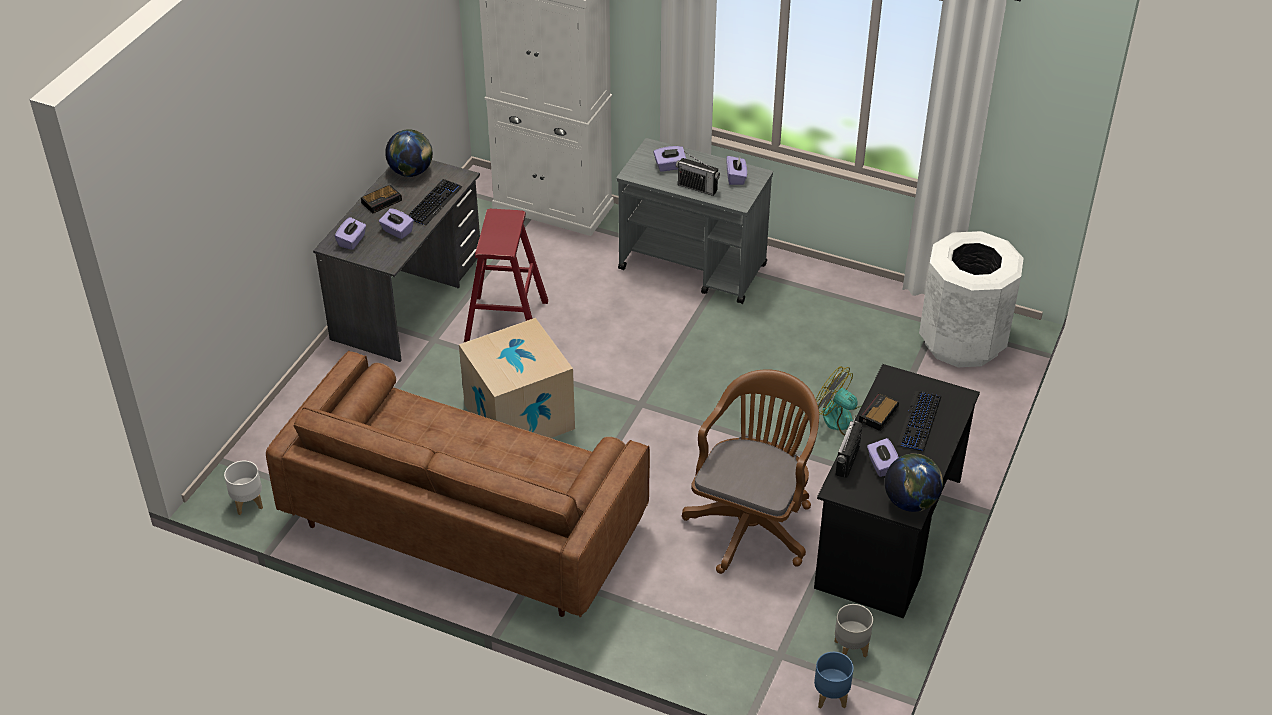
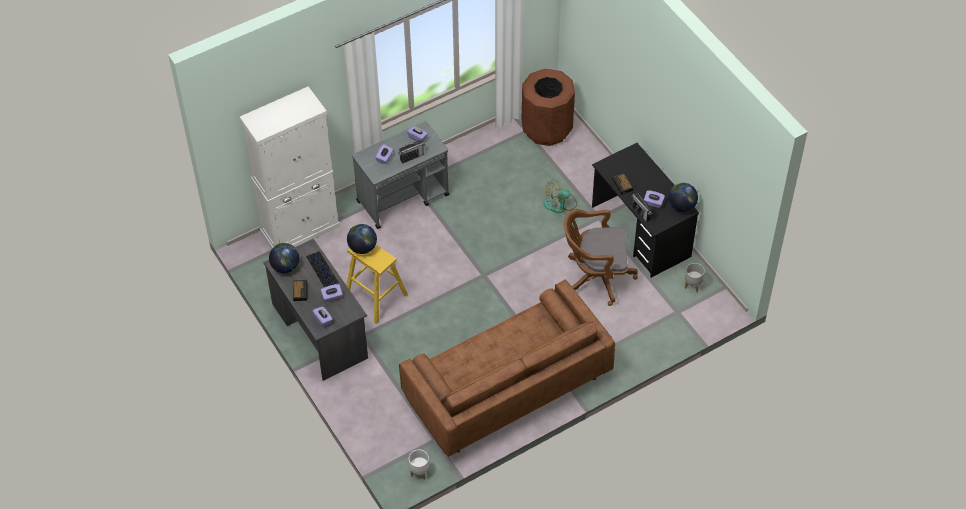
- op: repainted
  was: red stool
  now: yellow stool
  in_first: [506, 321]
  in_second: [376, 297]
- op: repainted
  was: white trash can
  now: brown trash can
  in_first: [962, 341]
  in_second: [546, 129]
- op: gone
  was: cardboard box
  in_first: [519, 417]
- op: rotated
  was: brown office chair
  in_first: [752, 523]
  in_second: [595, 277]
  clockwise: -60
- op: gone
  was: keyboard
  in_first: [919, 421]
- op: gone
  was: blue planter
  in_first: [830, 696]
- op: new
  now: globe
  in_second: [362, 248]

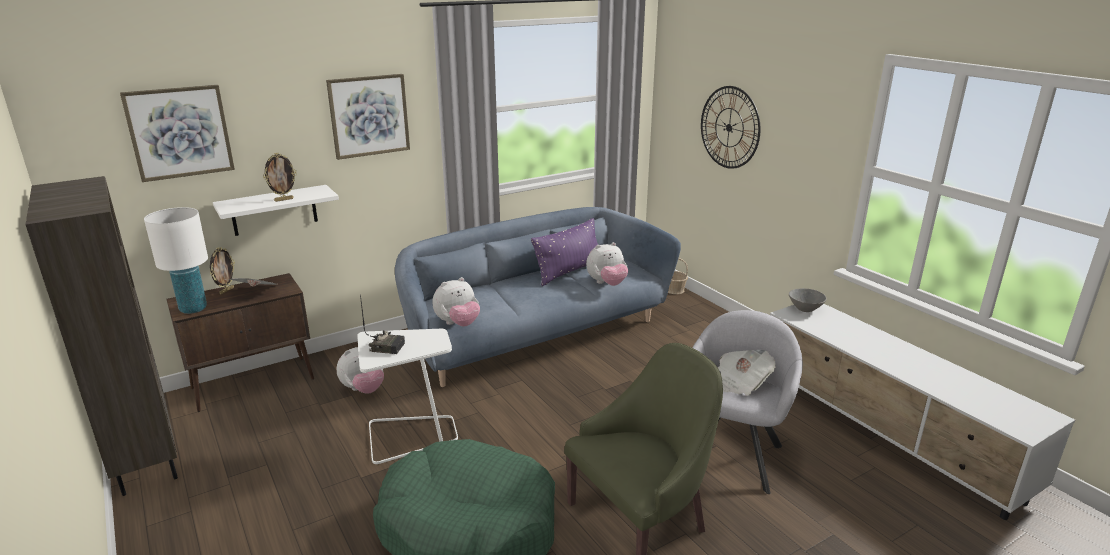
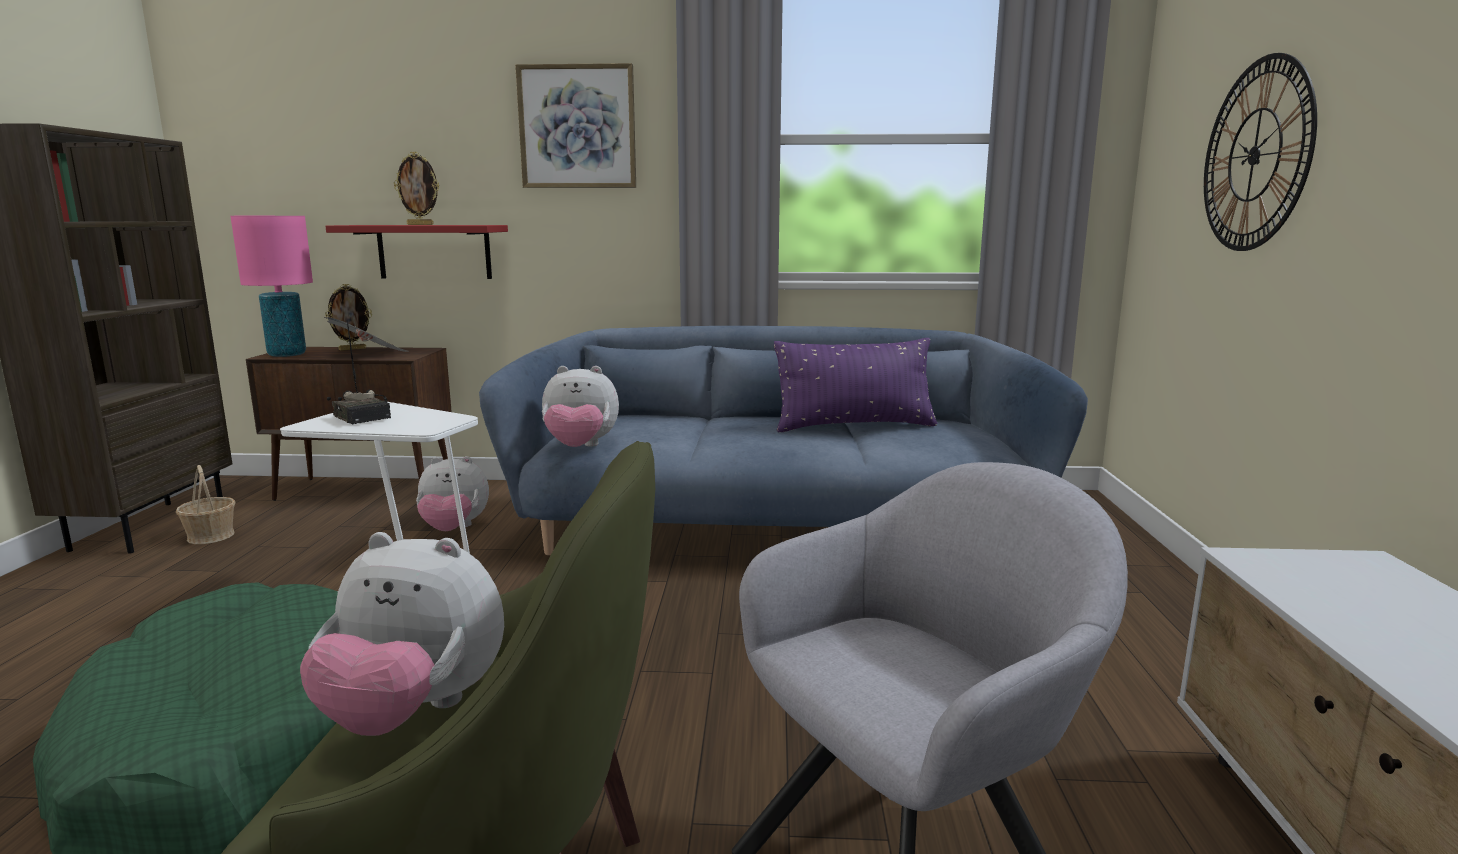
- op: gone
  was: picture
  in_first: [179, 132]
- op: repainted
  was: white shelf
  now: red shelf
  in_first: [274, 210]
  in_second: [434, 251]
- op: repainted
  was: white table lamp
  now: pink table lamp
  in_first: [193, 309]
  in_second: [286, 354]
- op: shifted
  was: plush toy
  in_first: [607, 284]
  in_second: [414, 713]
- op: shifted
  was: basket
  in_first: [674, 290]
  in_second: [211, 536]
- op: gone
  was: grey bowl
  in_first: [805, 309]
- op: gone
  was: newspaper
  in_first: [740, 382]

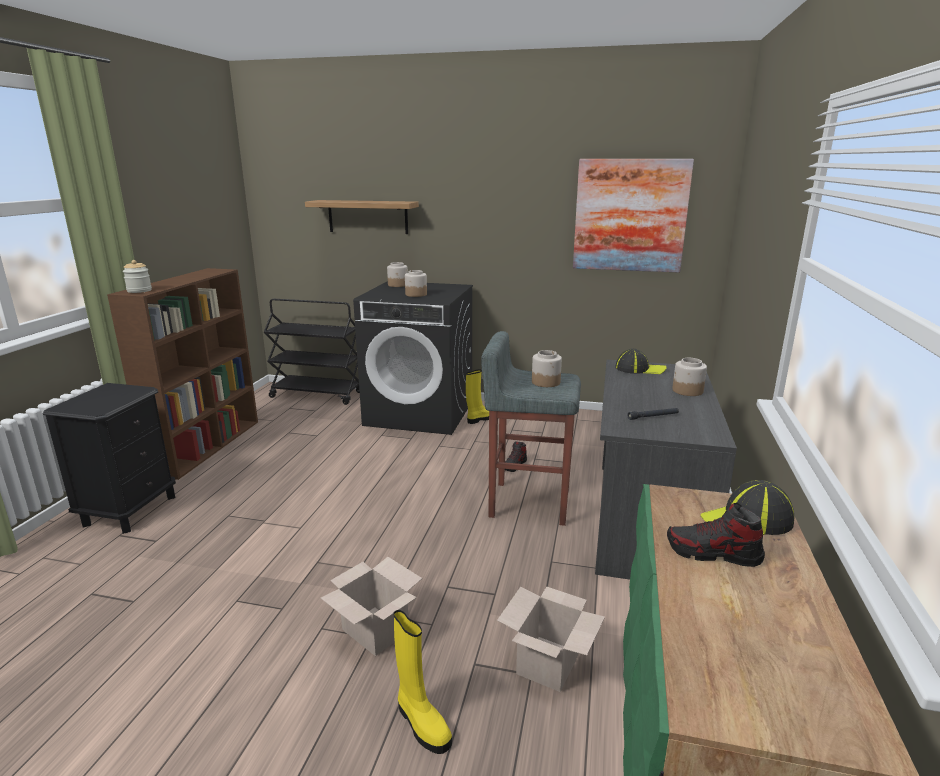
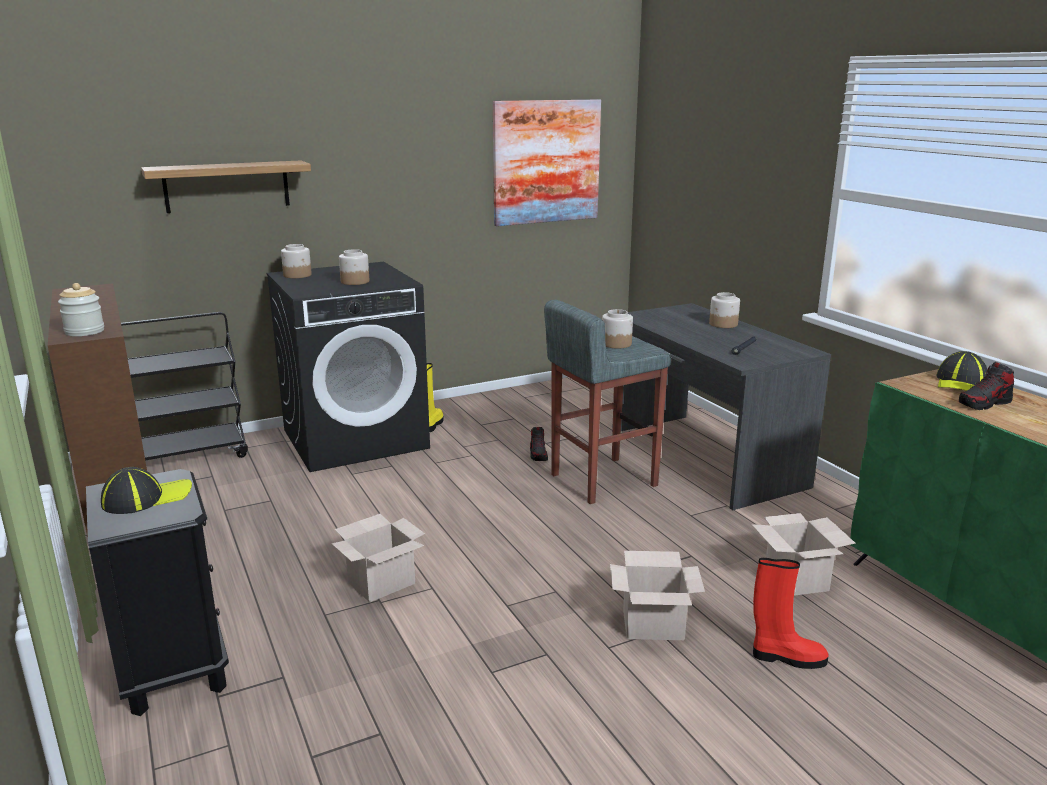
- op: shifted
  was: cap
  in_first: [640, 369]
  in_second: [147, 498]
- op: repainted
  was: yellow boot
  now: red boot
  in_first: [421, 723]
  in_second: [786, 658]
- op: new
  now: cardboard box
  in_second: [382, 582]

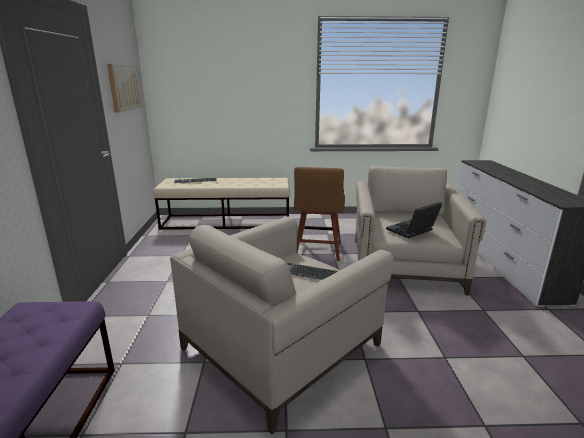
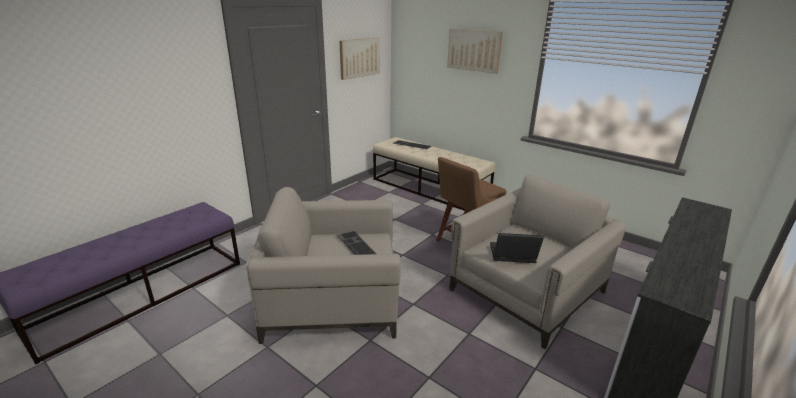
- op: new
  now: picture
  in_second: [474, 50]

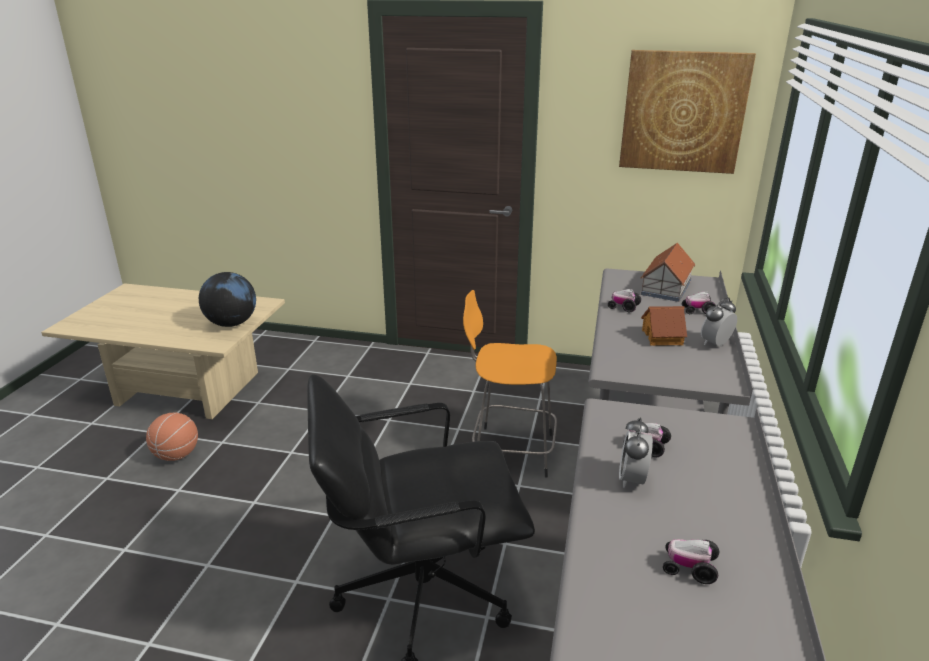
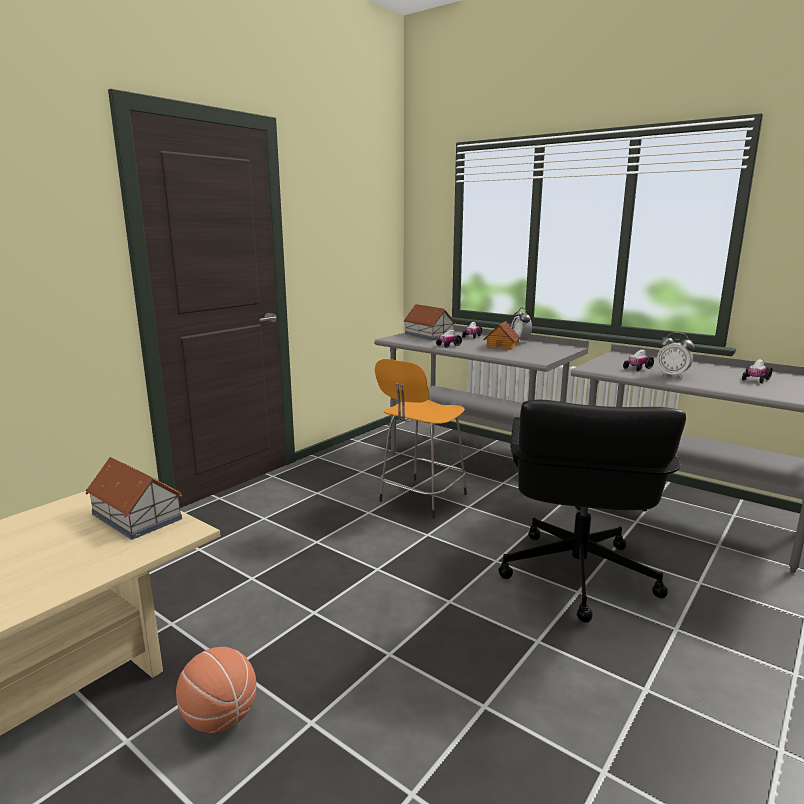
- op: gone
  was: picture
  in_first: [683, 112]
- op: swapped
  was: globe
  now: toy house
  in_first: [232, 323]
  in_second: [136, 517]

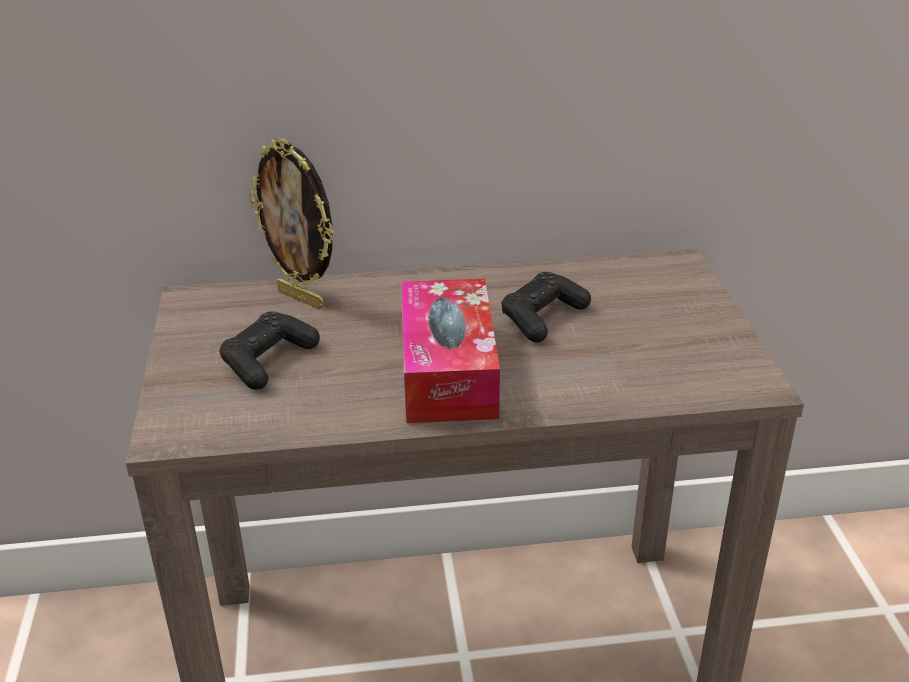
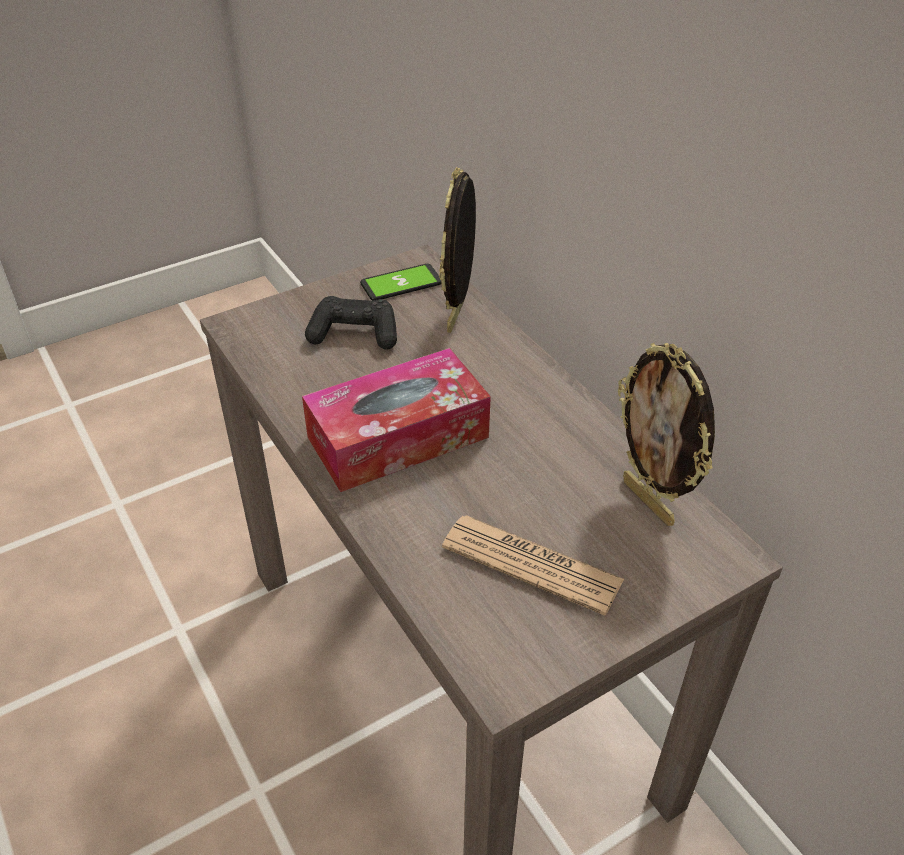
- op: gone
  was: black game controller
  in_first: [543, 317]
- op: new
  now: phone
  in_second: [401, 284]
- op: new
  now: picture frame
  in_second: [649, 502]
- op: new
  now: newspaper
  in_second: [531, 564]

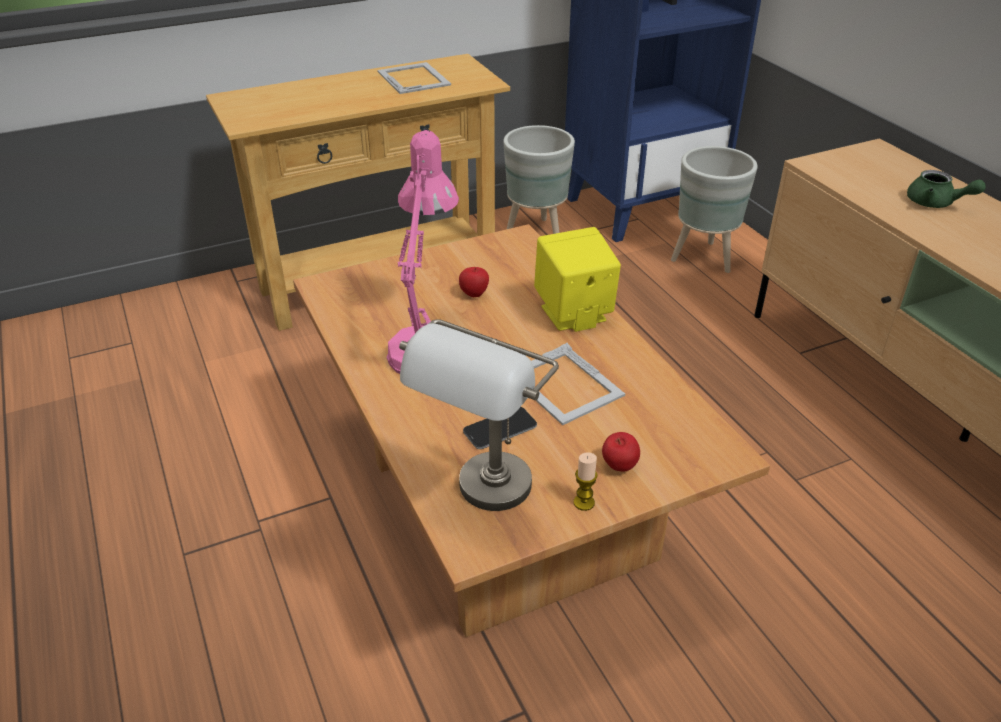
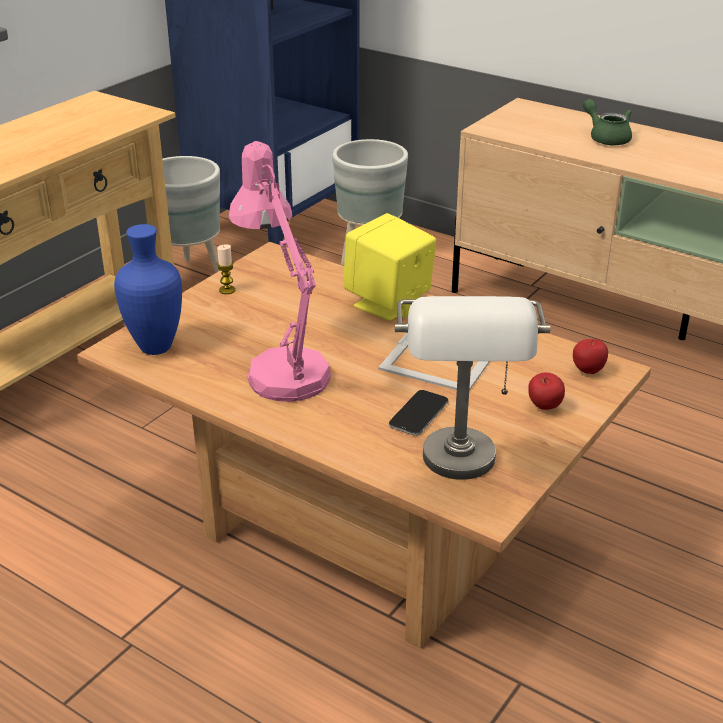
- op: gone
  was: picture frame
  in_first: [414, 78]
- op: rotated
  was: green teapot
  in_first: [936, 203]
  in_second: [606, 138]
  clockwise: -135
- op: shifted
  was: apple
  in_first: [474, 294]
  in_second: [587, 371]
- op: shifted
  was: candle
  in_first: [584, 502]
  in_second: [227, 290]
- op: new
  now: blue vase
  in_second: [155, 346]

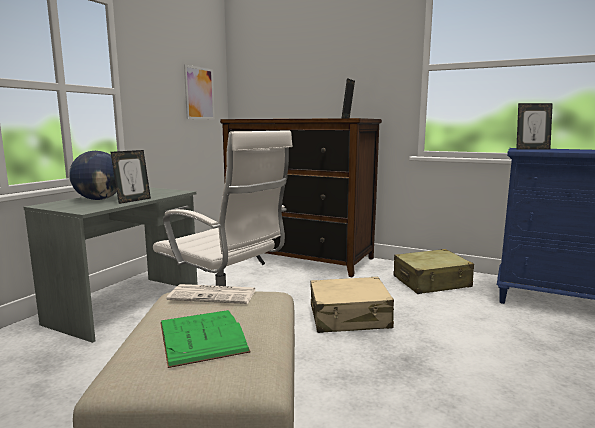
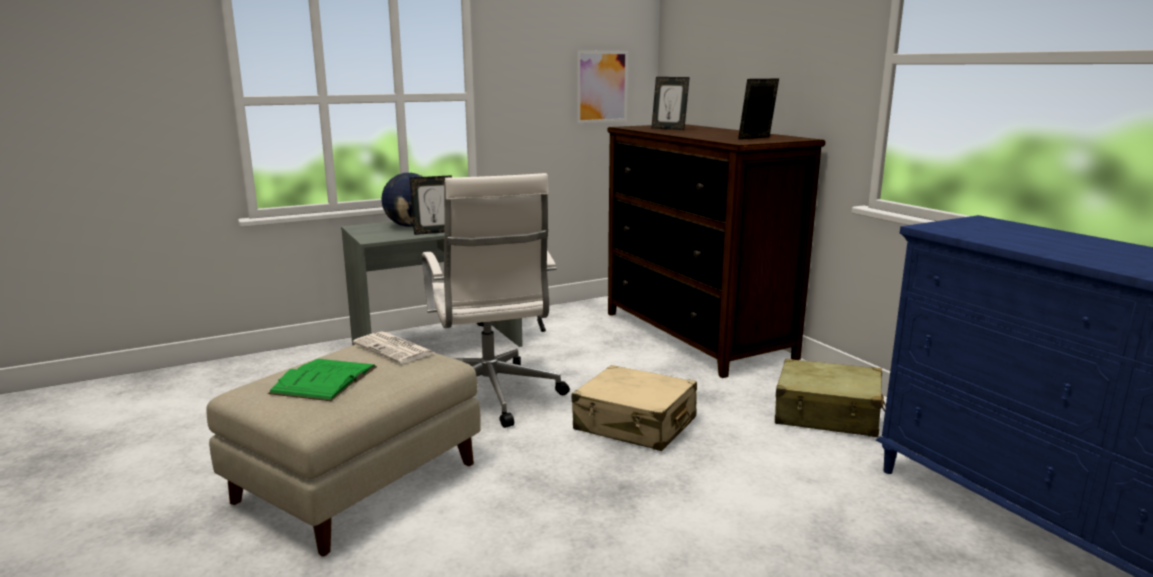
- op: shifted
  was: picture frame
  in_first: [531, 149]
  in_second: [669, 129]

